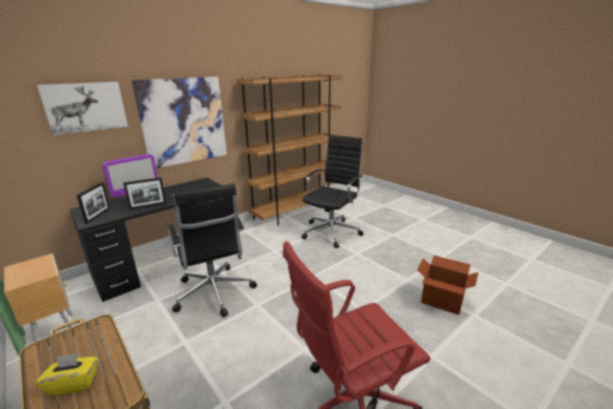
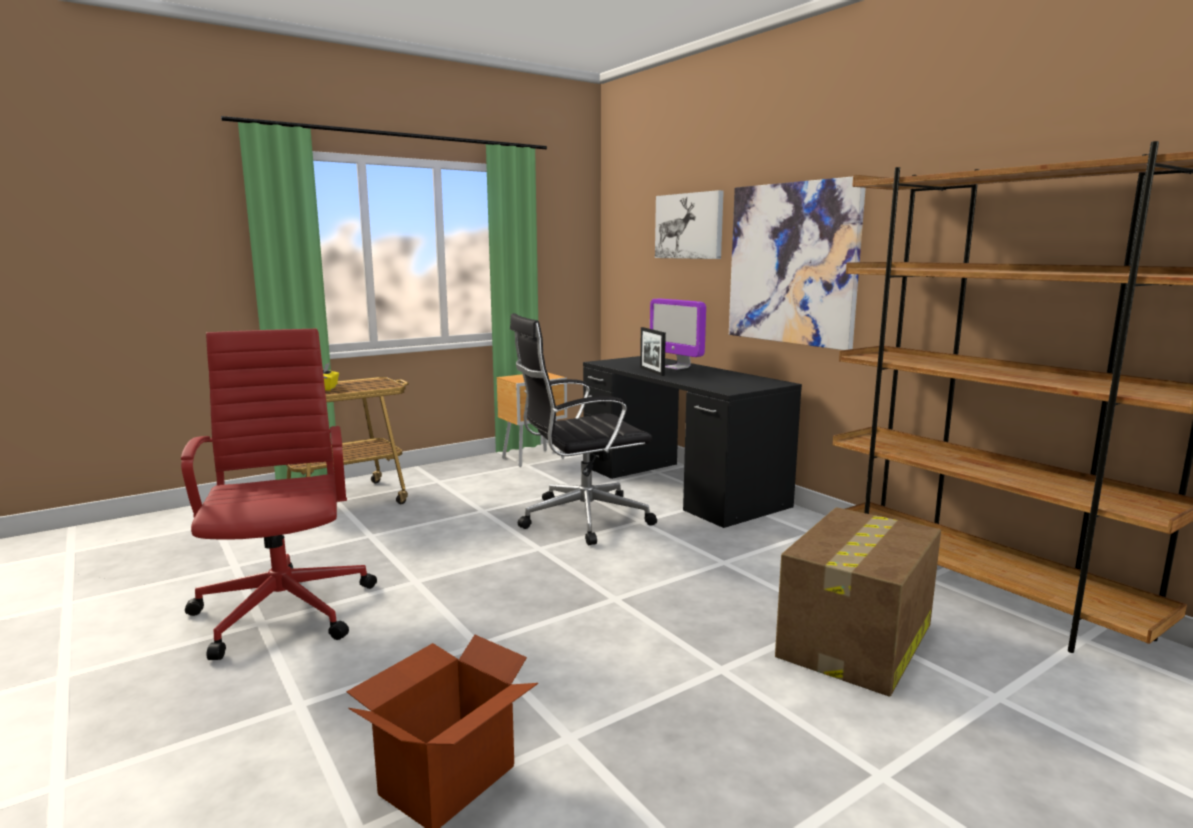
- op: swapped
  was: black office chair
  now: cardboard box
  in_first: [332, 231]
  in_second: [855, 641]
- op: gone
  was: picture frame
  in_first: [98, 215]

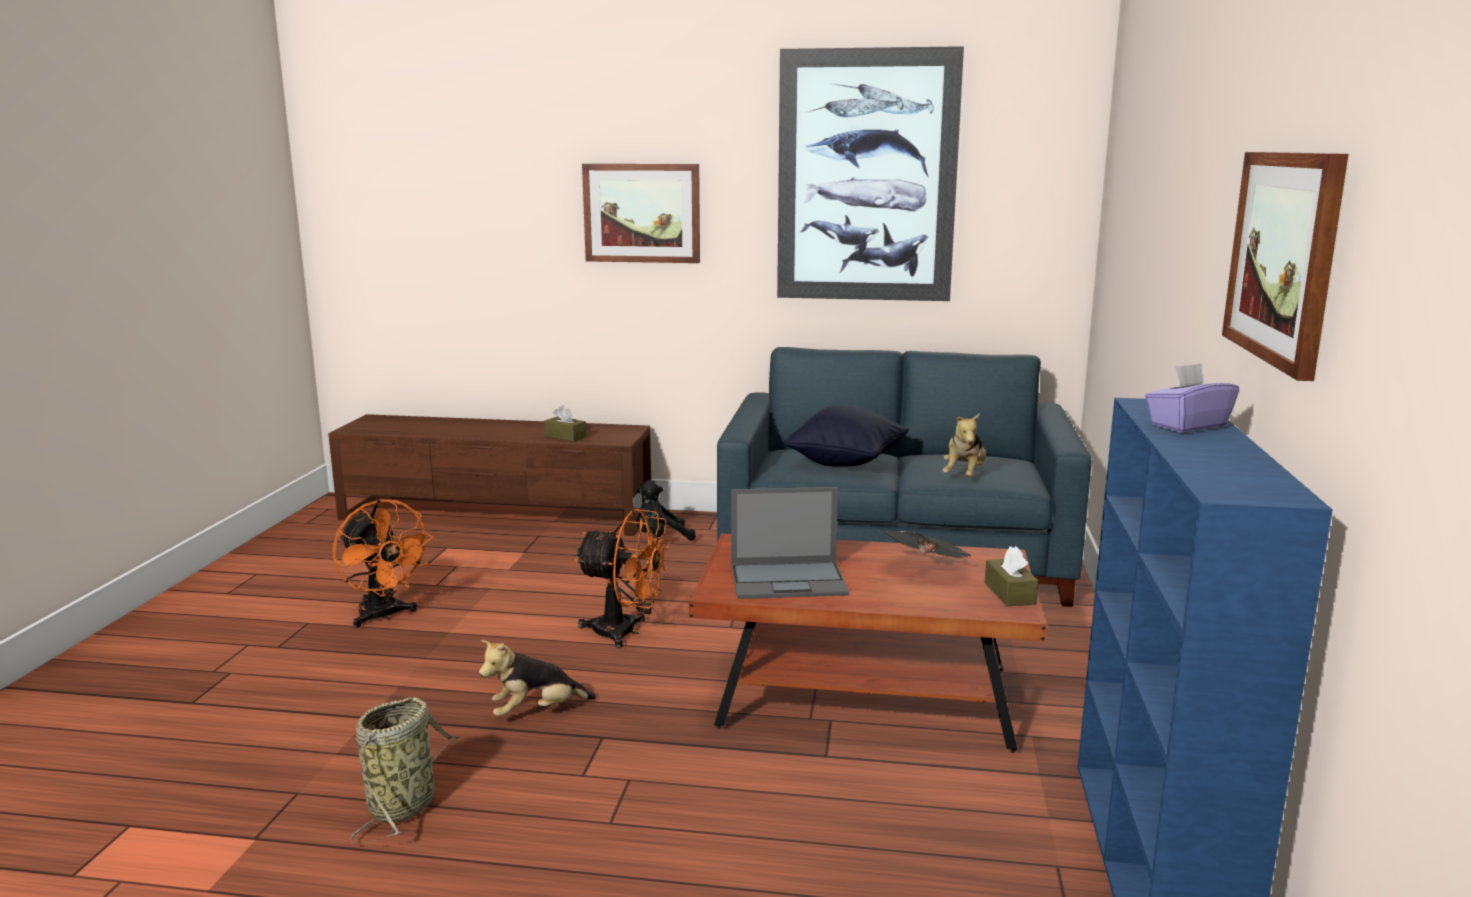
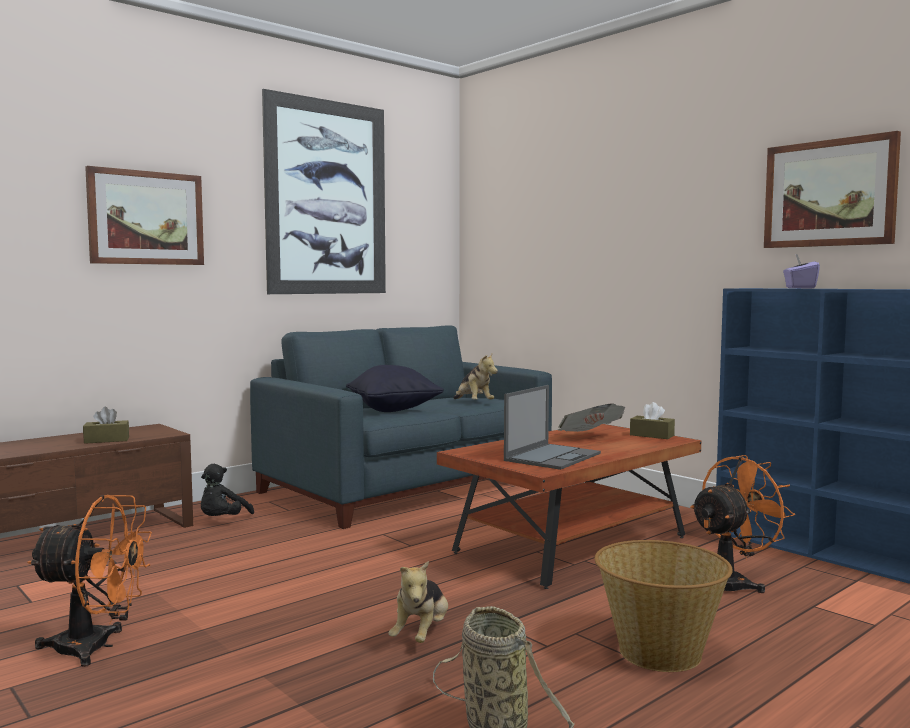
- op: shifted
  was: orange fan
  in_first: [625, 632]
  in_second: [732, 583]
- op: new
  now: basket
  in_second: [659, 652]

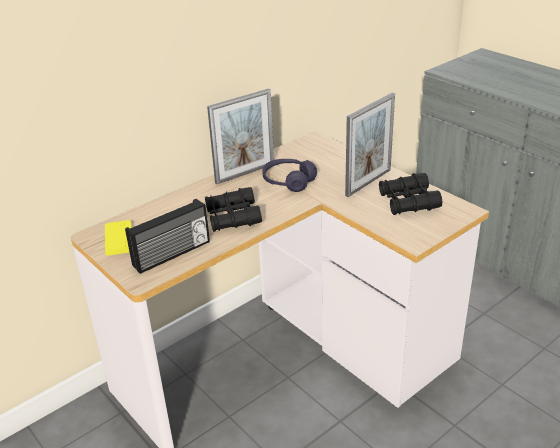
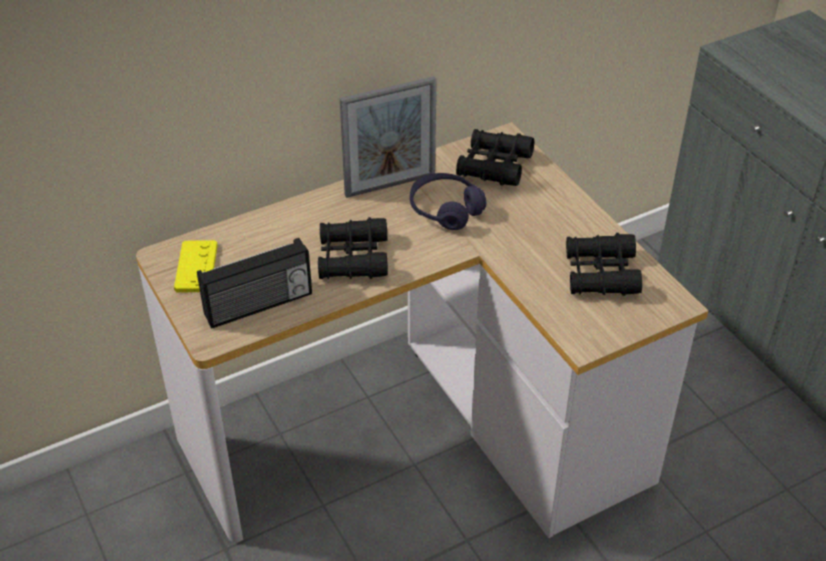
- op: gone
  was: picture frame
  in_first: [368, 182]
- op: new
  now: black binoculars
  in_second: [494, 166]

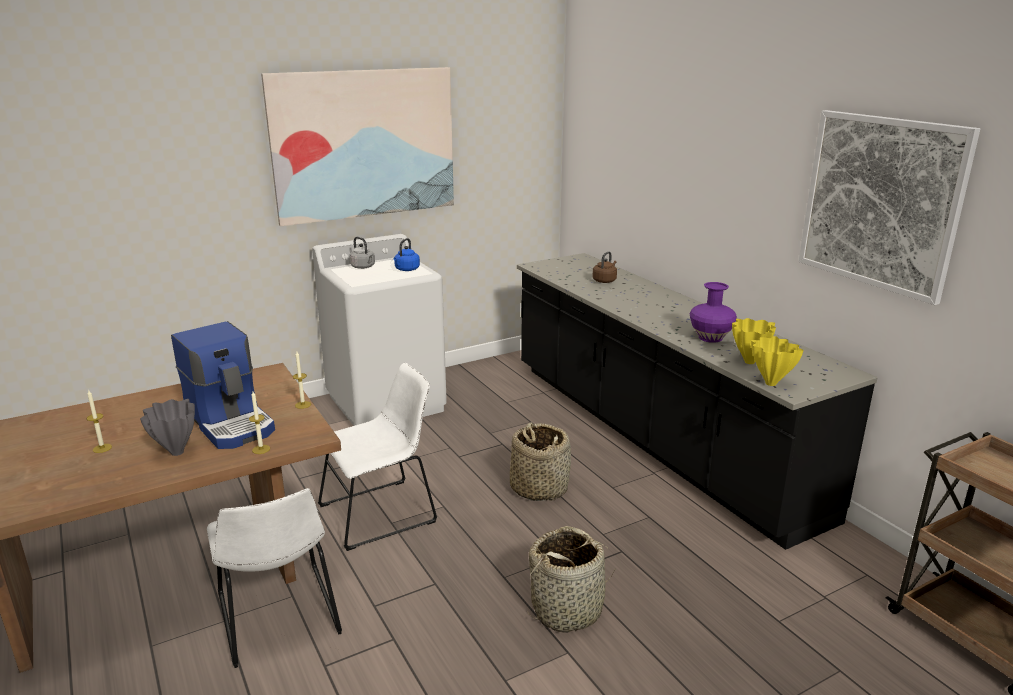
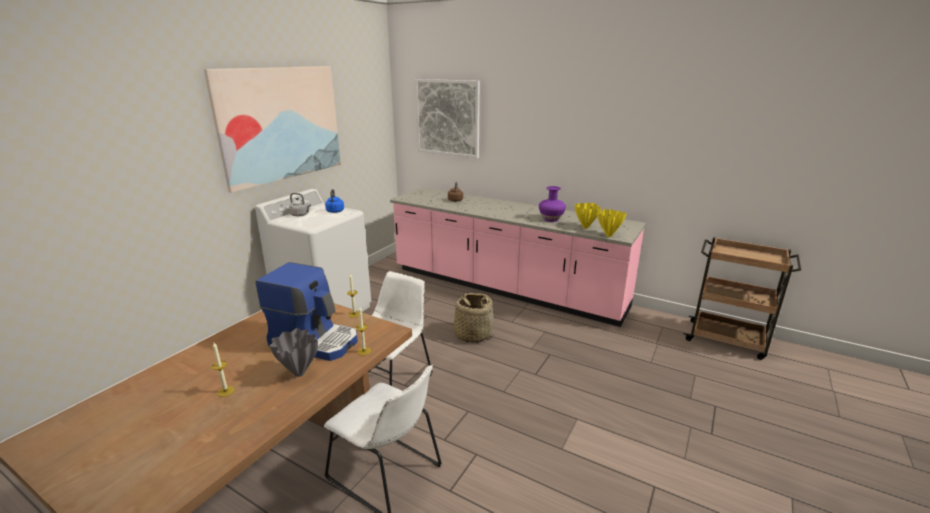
- op: shifted
  was: picture
  in_first: [880, 202]
  in_second: [447, 118]
- op: repainted
  was: black counter
  now: pink counter
  in_first: [653, 436]
  in_second: [505, 288]
- op: gone
  was: basket
  in_first: [567, 609]

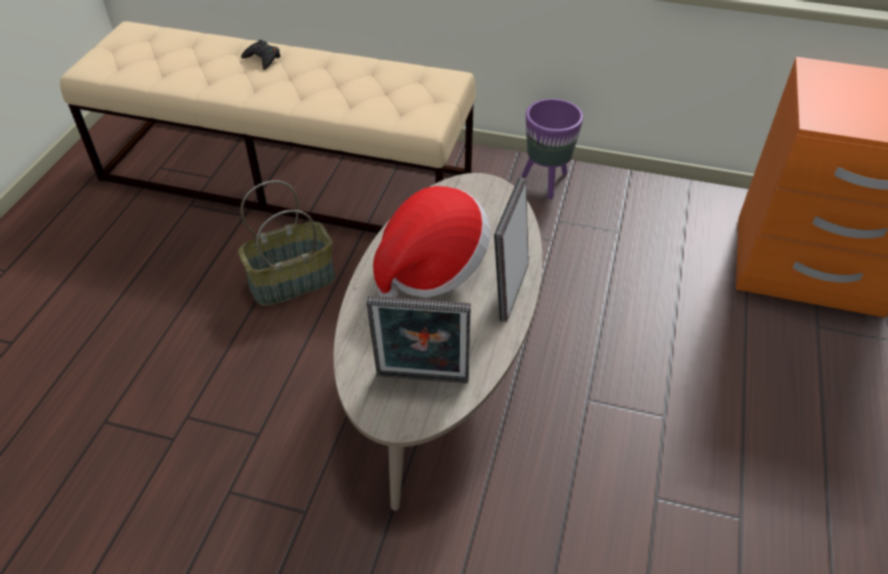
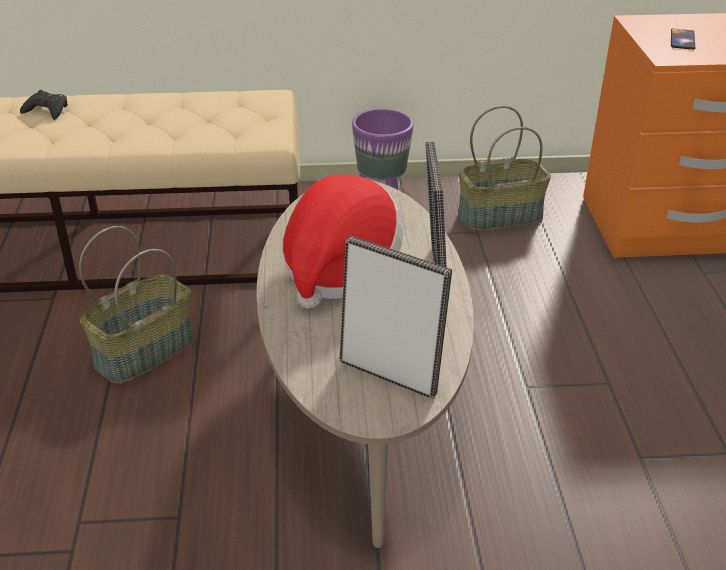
- op: rotated
  was: picture frame
  in_first: [422, 381]
  in_second: [390, 373]
  clockwise: -135
- op: new
  now: phone
  in_second: [682, 39]
- op: new
  now: basket
  in_second: [500, 215]

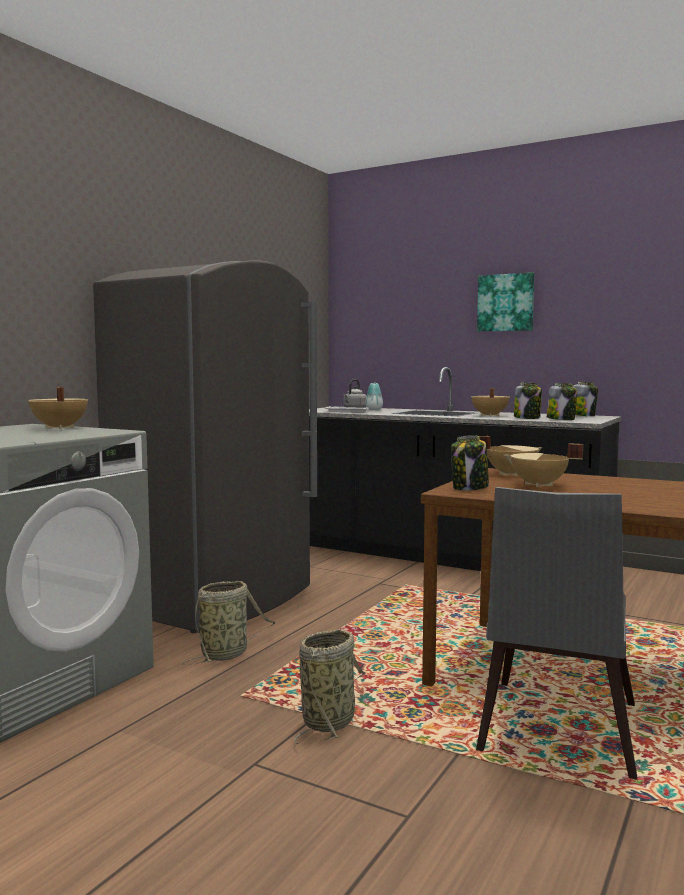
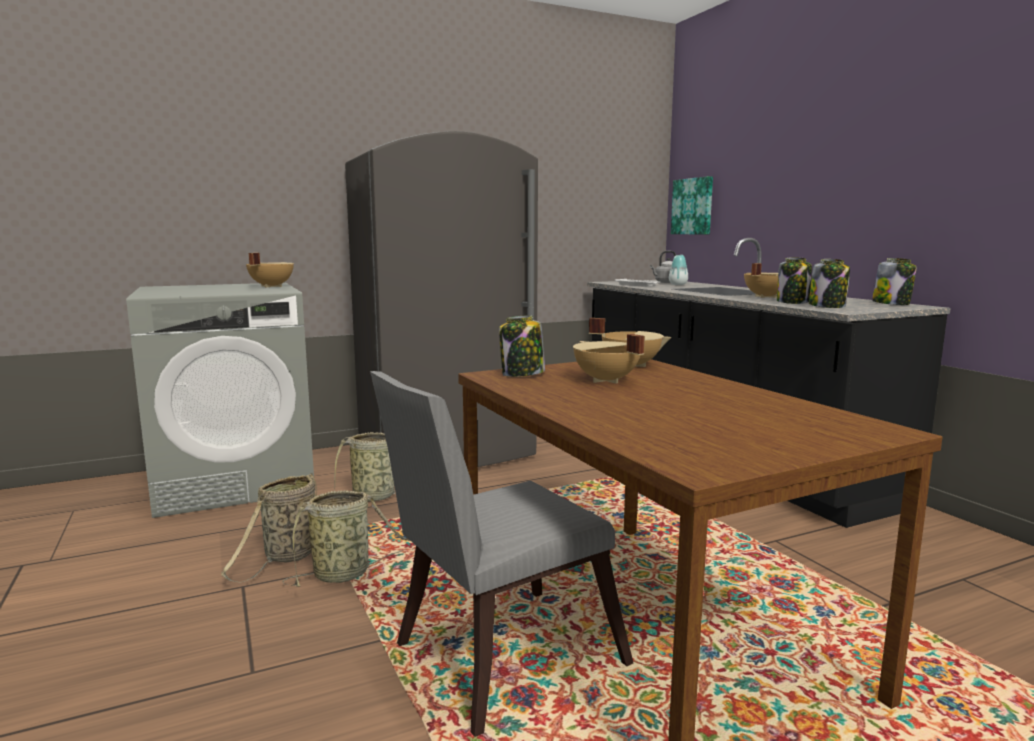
- op: shifted
  was: picture
  in_first: [506, 303]
  in_second: [693, 206]
- op: new
  now: basket
  in_second: [288, 557]

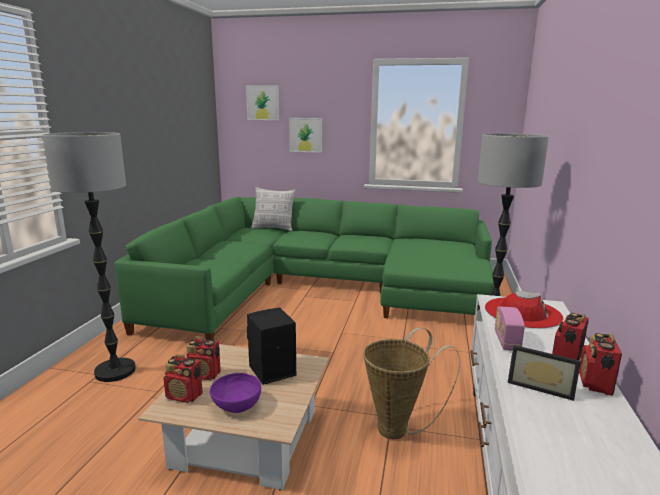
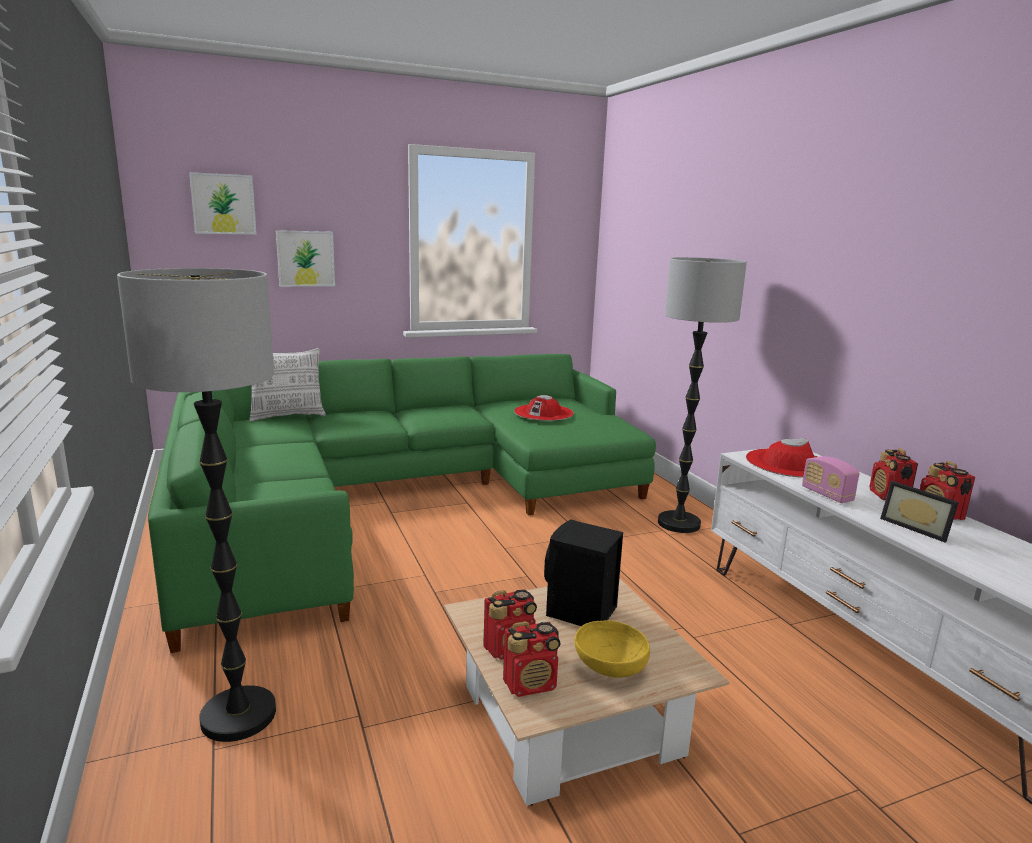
- op: gone
  was: basket
  in_first: [398, 428]
- op: rotated
  was: picture frame
  in_first: [540, 386]
  in_second: [917, 528]
  clockwise: 60
- op: repainted
  was: purple bowl
  now: yellow bowl
  in_first: [236, 405]
  in_second: [609, 667]
- op: new
  now: red hat
  in_second: [543, 413]

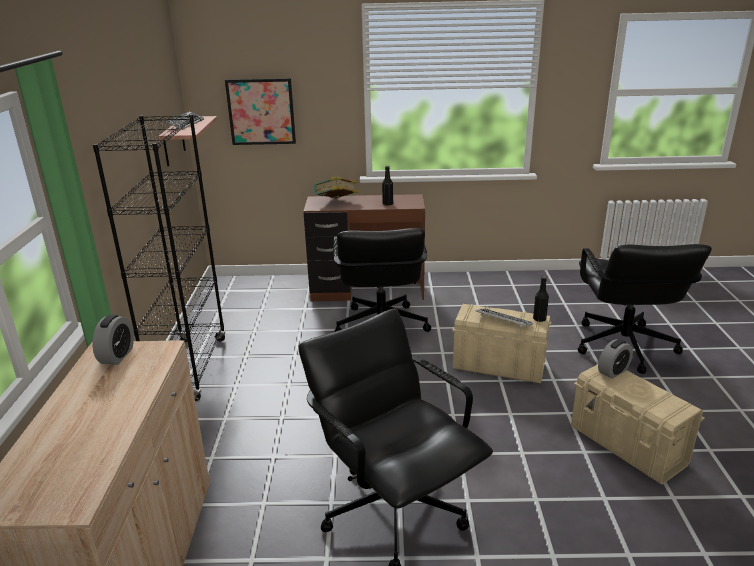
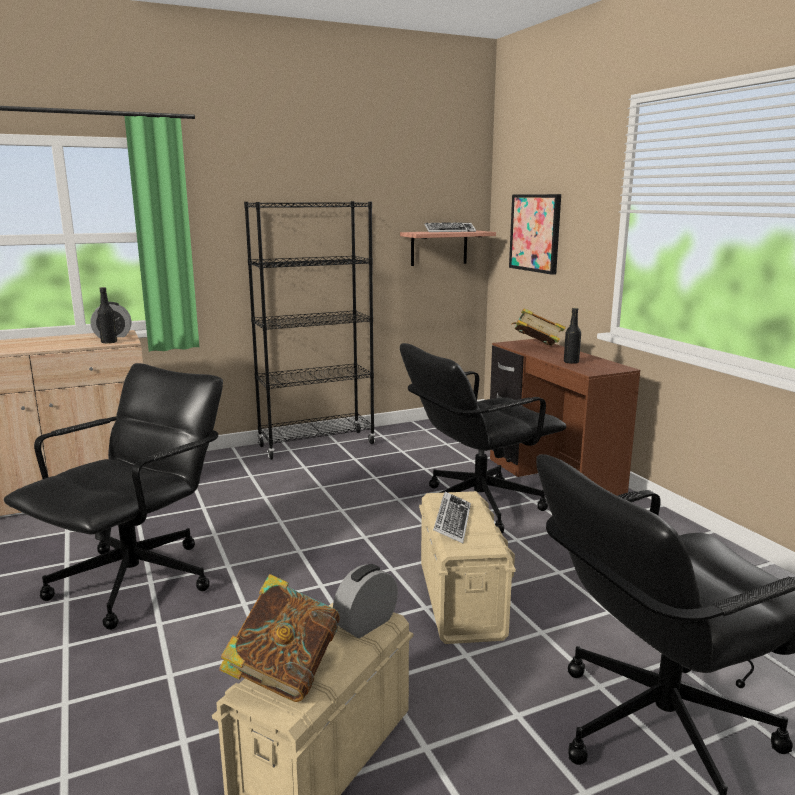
- op: shifted
  was: black bottle
  in_first: [539, 319]
  in_second: [109, 342]
- op: rotated
  was: alarm clock
  in_first: [613, 371]
  in_second: [366, 624]
  clockwise: 105
- op: new
  now: book
  in_second: [284, 673]

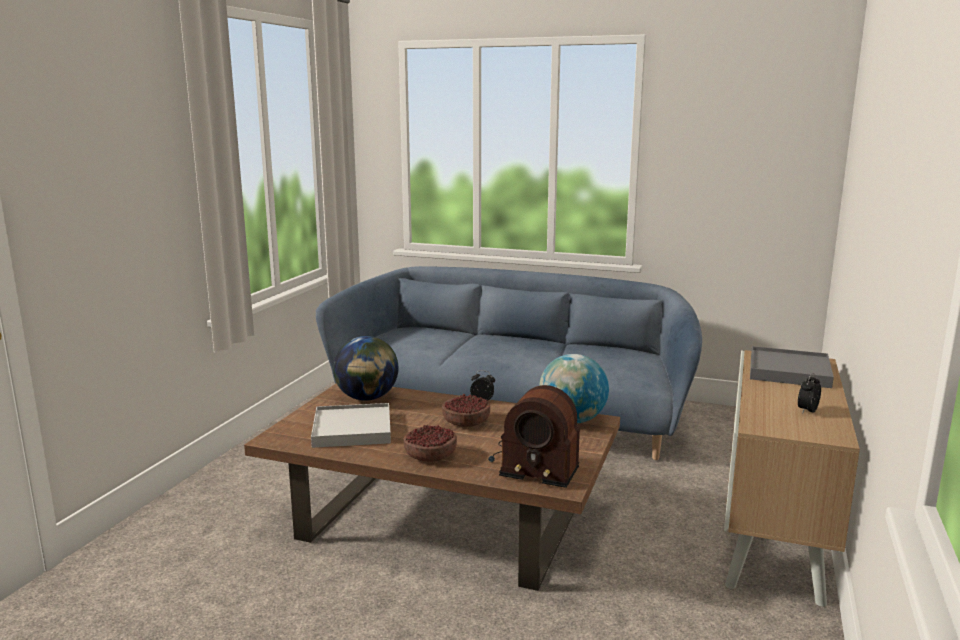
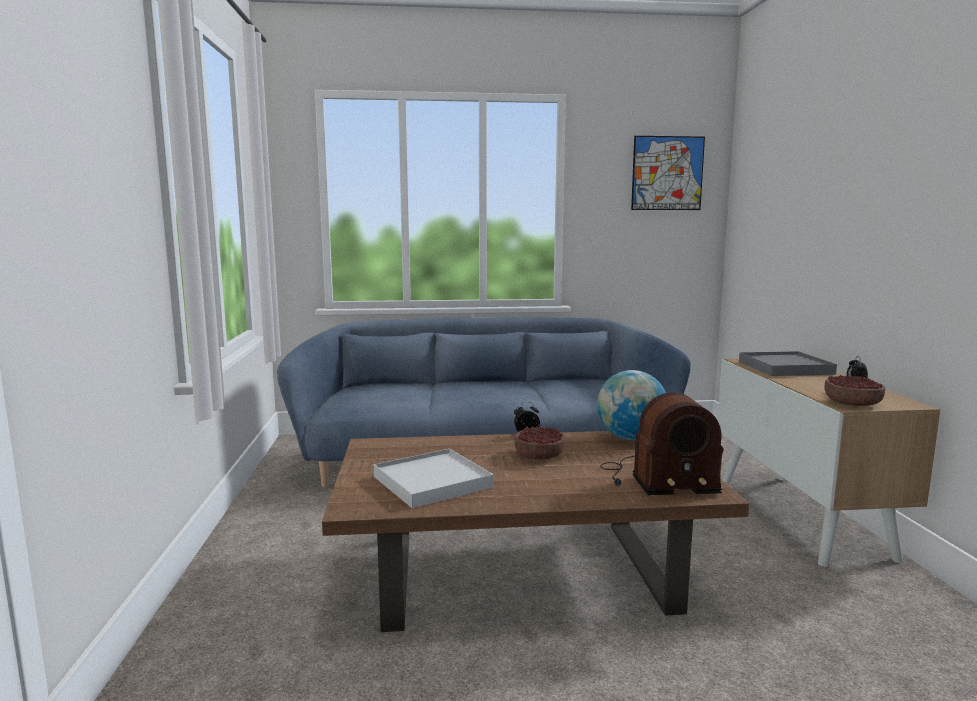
- op: gone
  was: globe
  in_first: [367, 398]
- op: shifted
  was: bowl
  in_first: [429, 456]
  in_second: [852, 403]
- op: new
  now: picture
  in_second: [667, 173]

